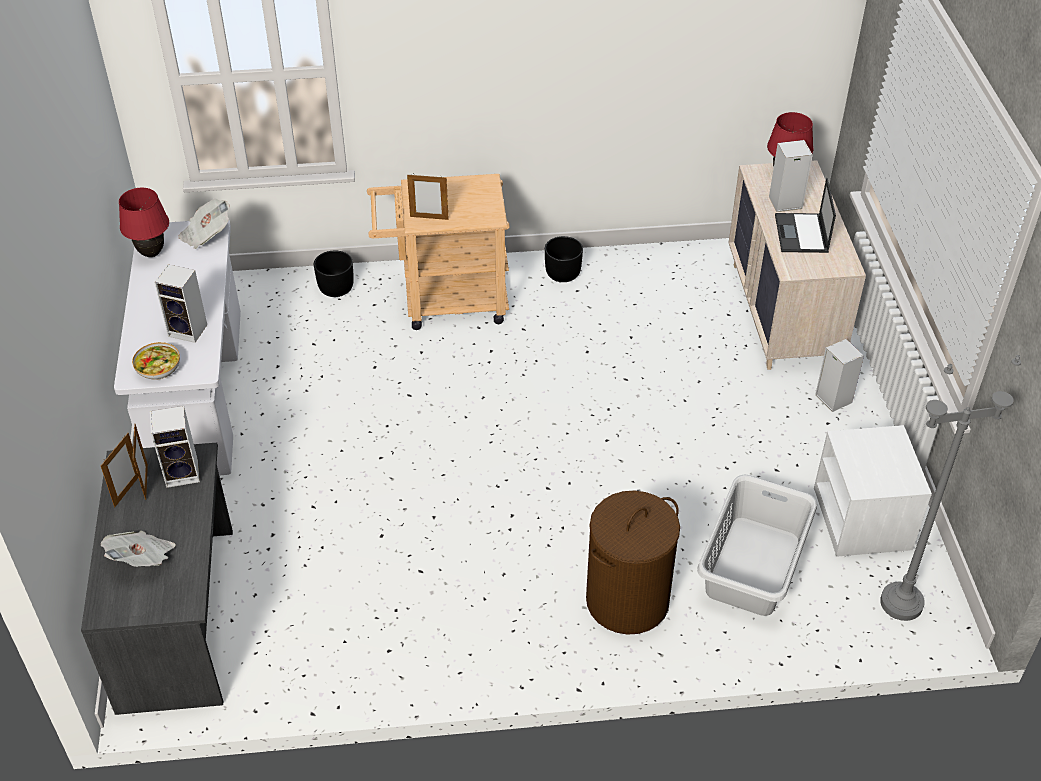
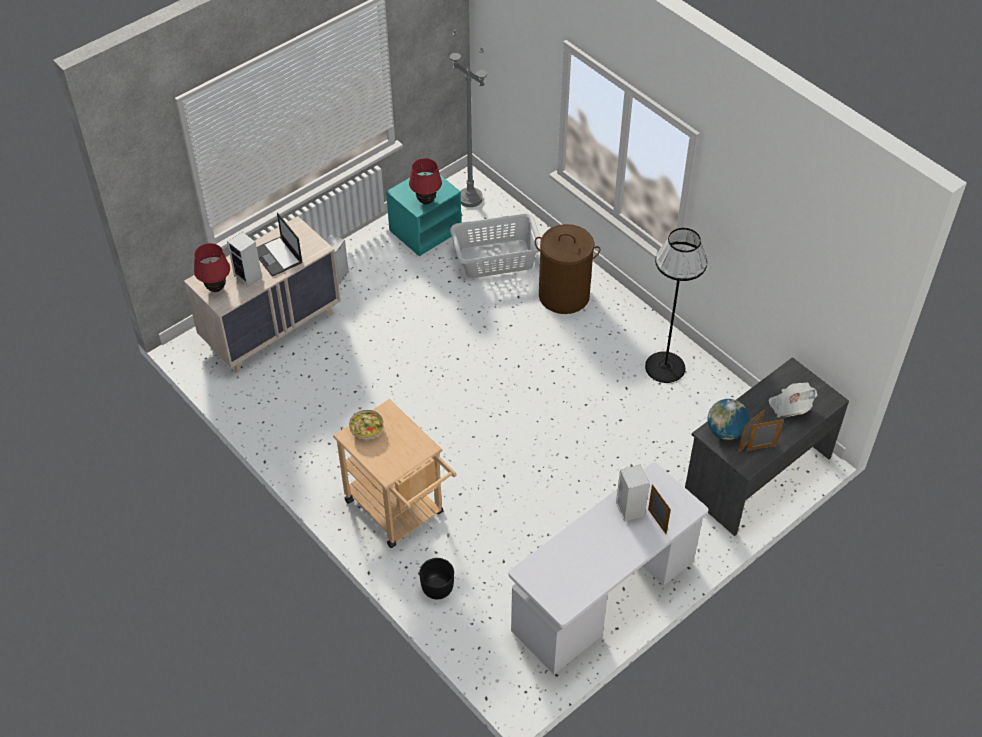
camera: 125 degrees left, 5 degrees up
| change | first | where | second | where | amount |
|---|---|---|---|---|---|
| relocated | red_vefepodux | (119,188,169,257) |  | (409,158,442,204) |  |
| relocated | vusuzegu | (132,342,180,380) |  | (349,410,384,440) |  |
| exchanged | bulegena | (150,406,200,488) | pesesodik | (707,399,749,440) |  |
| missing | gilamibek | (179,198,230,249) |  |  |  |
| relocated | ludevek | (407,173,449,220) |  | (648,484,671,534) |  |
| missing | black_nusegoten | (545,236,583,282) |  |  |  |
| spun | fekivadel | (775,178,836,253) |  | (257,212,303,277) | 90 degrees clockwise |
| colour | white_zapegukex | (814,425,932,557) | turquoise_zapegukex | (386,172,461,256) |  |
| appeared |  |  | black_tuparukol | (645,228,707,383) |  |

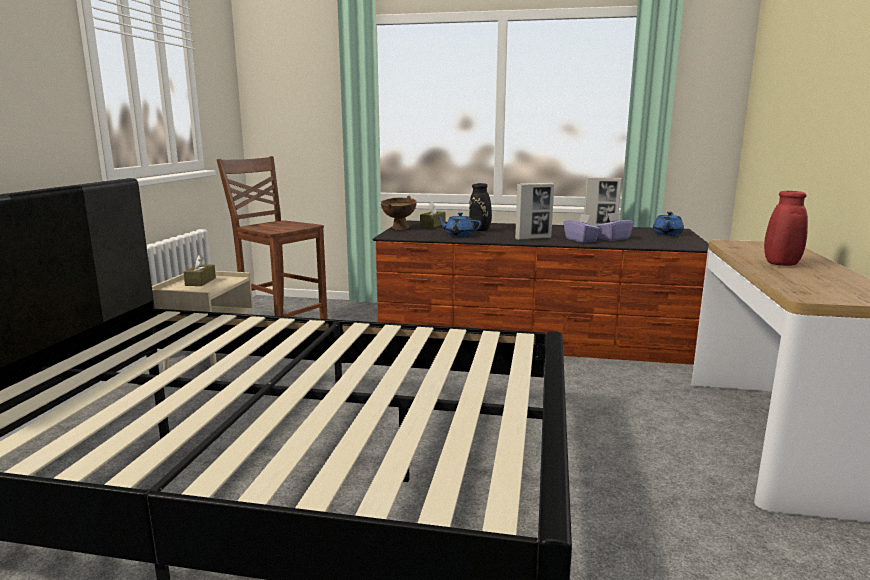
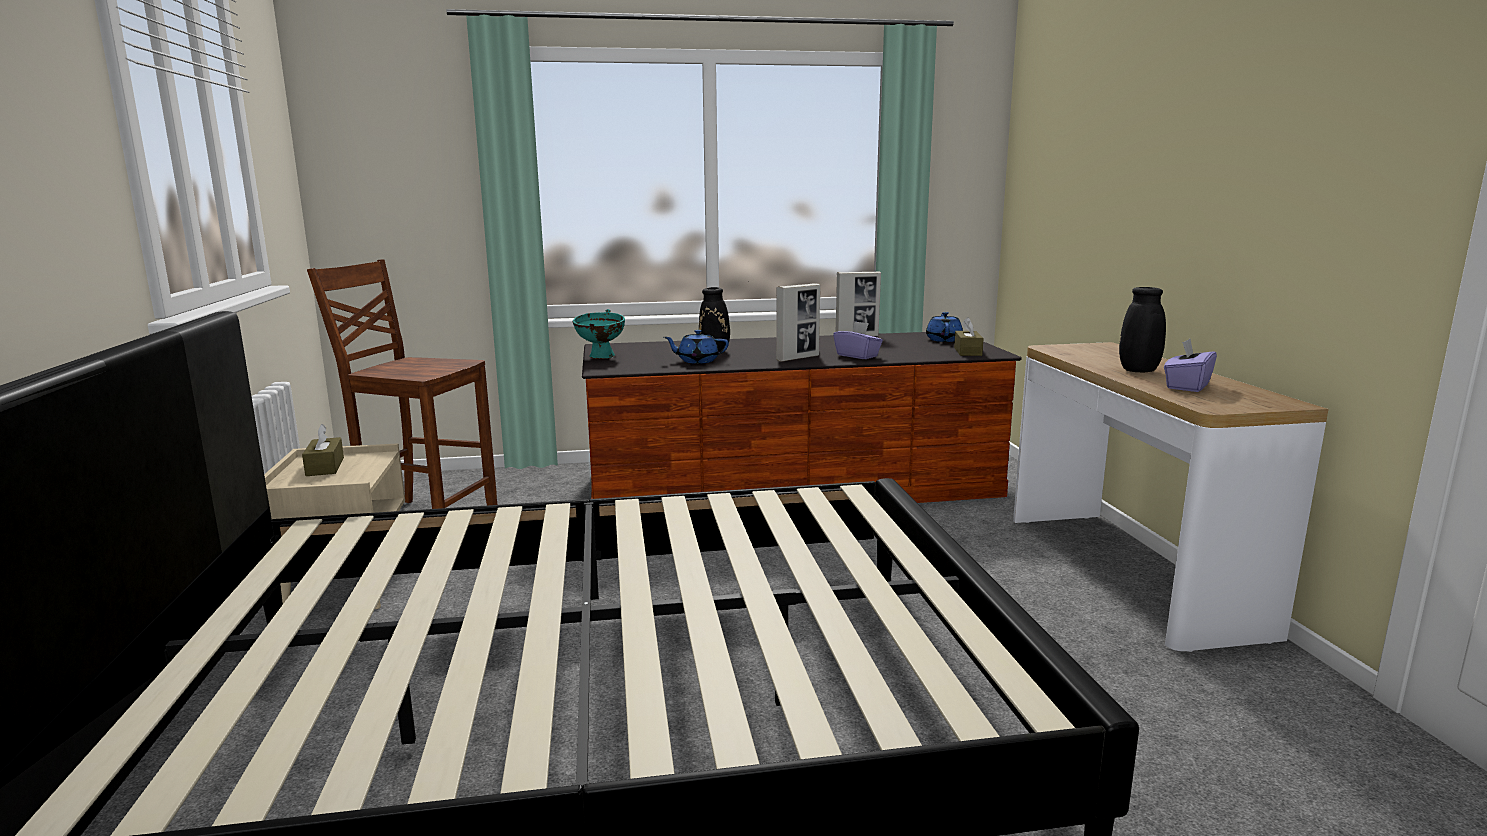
camera: 20 degrees left, 0 degrees up
| change | first | where | second | where | amount |
|---|---|---|---|---|---|
| colour | brown_vusuzegu | (381,196,417,230) | turquoise_vusuzegu | (573,309,625,359) |  |
| relocated | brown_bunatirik | (420,201,445,228) |  | (954,317,983,356) |  |
| relocated | purple_bunatirik | (596,212,634,241) |  | (1164,339,1217,392) |  |
| colour | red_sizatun | (764,191,808,266) | black_sizatun | (1119,287,1166,372) |  |

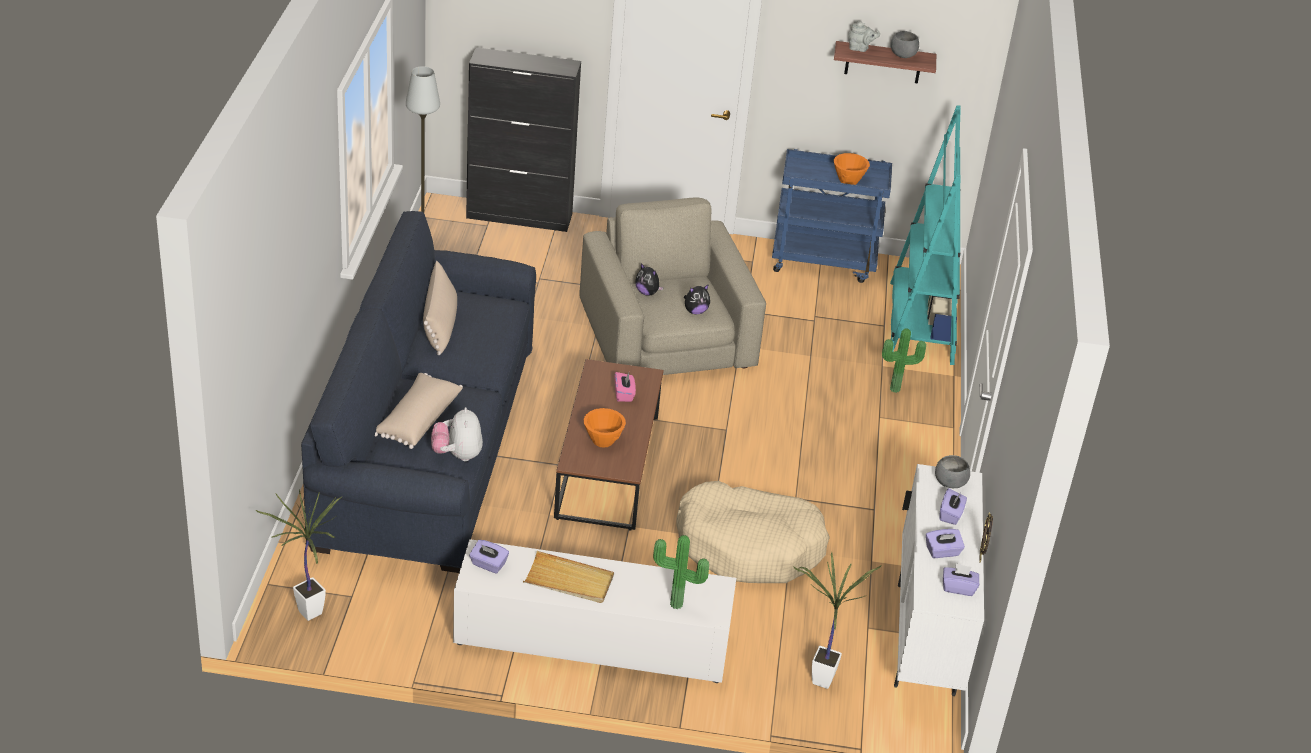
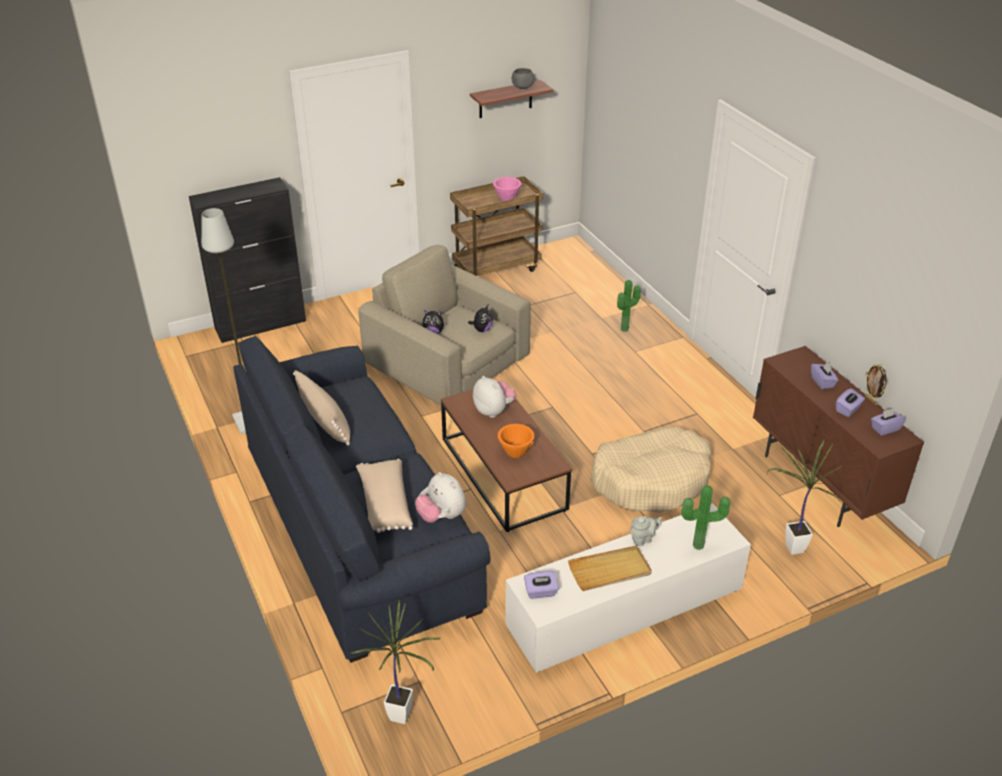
camera: 30 degrees left, 0 degrees up
| change | first | where | second | where | amount |
|---|---|---|---|---|---|
| exchanged | pink_bunatirik | (615,372,636,402) | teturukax | (473,376,516,418) |  |
| colour | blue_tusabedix | (772,149,892,283) | brown_tusabedix | (450,176,543,276) |  |
| colour | orange_vusuzegu | (834,153,870,185) | pink_vusuzegu | (493,177,521,201) |  |
| relocated | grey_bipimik | (848,21,880,52) |  | (631,516,662,546) |  |
| missing | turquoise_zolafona | (890,105,961,365) |  |  |  |
| colour | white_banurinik | (894,464,984,696) | brown_banurinik | (753,346,924,527) |  |
| missing | grey_vusuzegu | (935,455,970,488) |  |  |  |

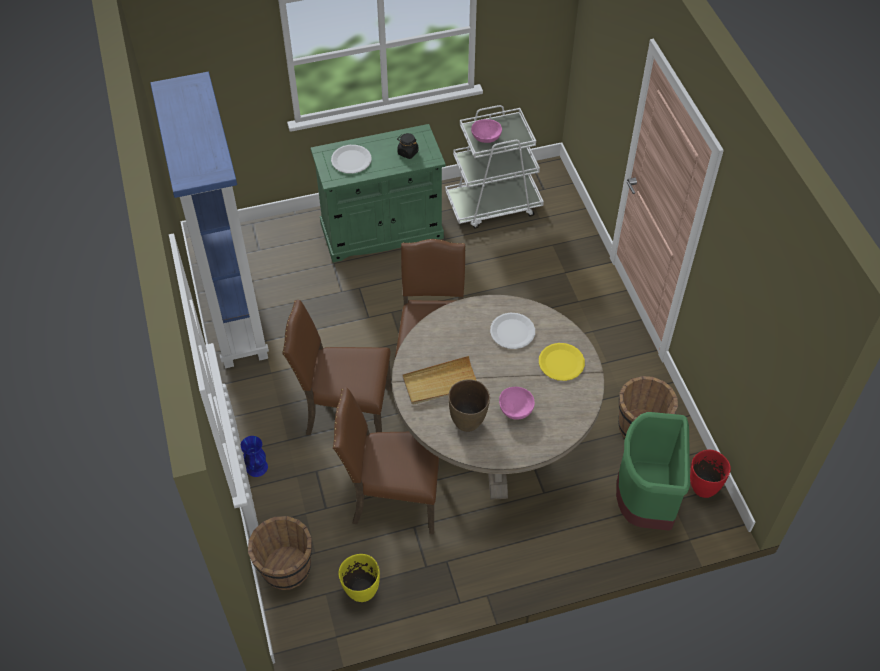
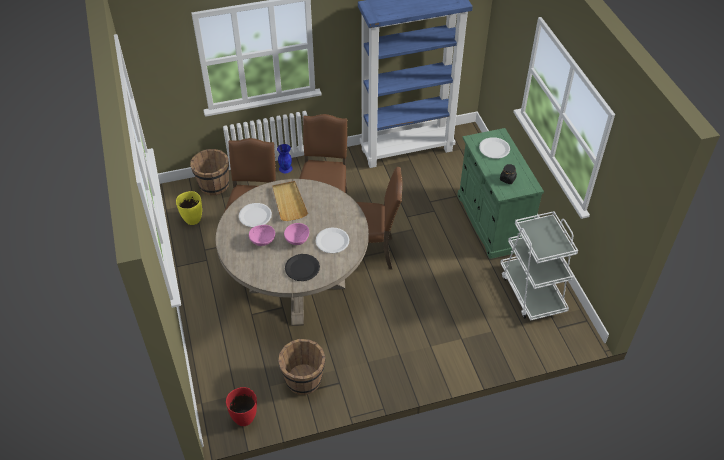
camera: 90 degrees right, 5 degrees down
| change | first | where | second | where | amount |
|---|---|---|---|---|---|
| exchanged | brown_sizatun | (448,379,490,432) | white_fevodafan | (239,203,272,227) |  |
| relocated | pink_vusuzegu | (471,119,502,143) |  | (284,223,309,245) |  |
| colour | yellow_fevodafan | (539,343,585,381) | black_fevodafan | (285,254,320,281) |  |
| missing | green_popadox | (616,412,690,531) |  |  |  |

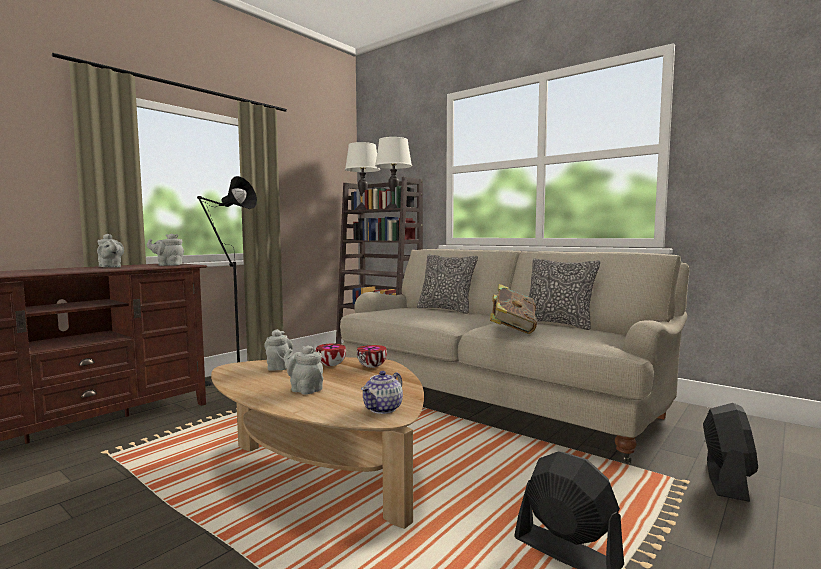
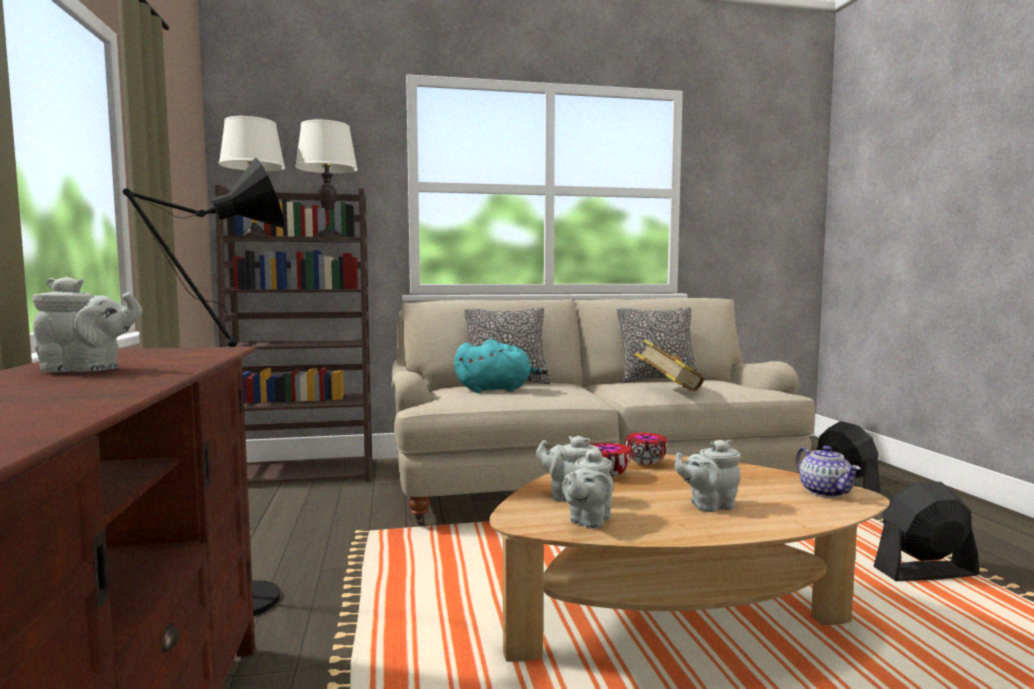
camera: 50 degrees left, 0 degrees up
| change | first | where | second | where | amount |
|---|---|---|---|---|---|
| relocated | grey_bipimik | (147,234,184,266) |  | (562,447,614,529) |  |
| appeared |  |  | turquoise_teturukax | (454,339,548,393) |  |

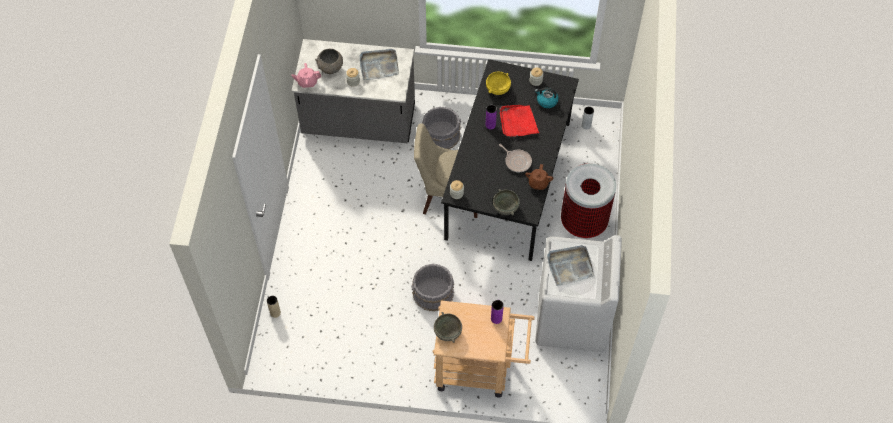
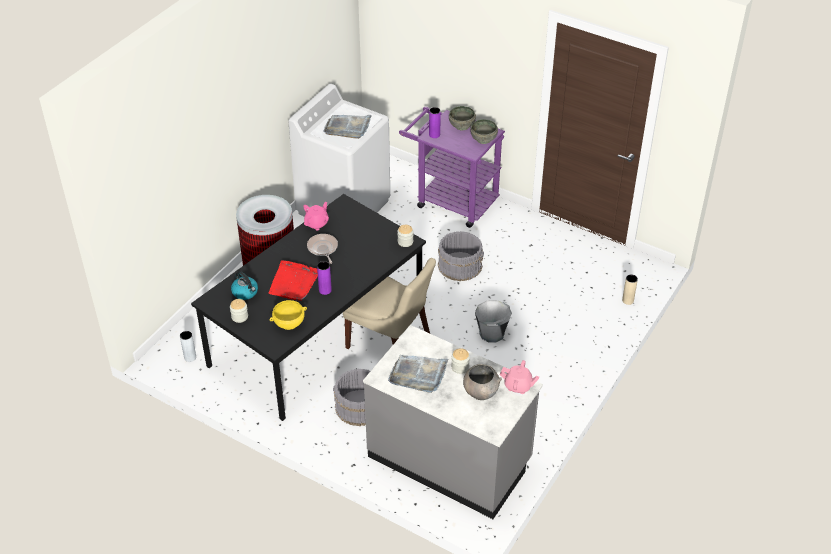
camera: 155 degrees left, 15 degrees down
| change | first | where | second | where | amount |
|---|---|---|---|---|---|
| colour | beige_tusabedix | (433,301,535,398) | purple_tusabedix | (399,107,505,228) |  |
| relocated | grey_vusuzegu | (493,189,519,215) |  | (449,106,476,130) |  |
| colour | brown_bipimik | (525,164,554,190) | pink_bipimik | (303,202,329,230) |  |
| appeared |  |  | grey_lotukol | (475,300,512,342) |  |

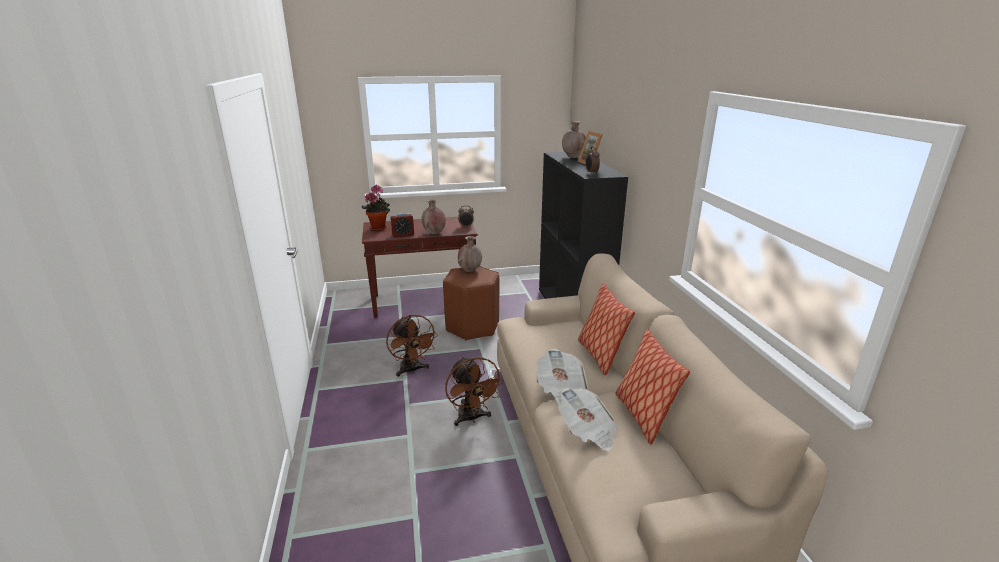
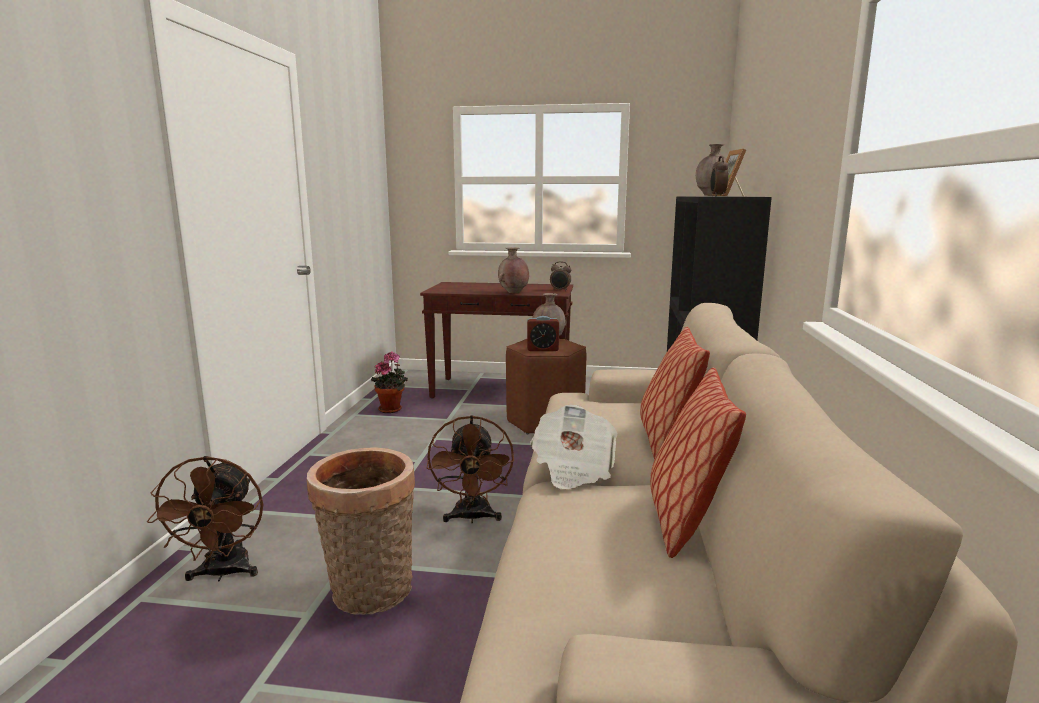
camera: 20 degrees right, 10 degrees down
| change | first | where | second | where | amount |
|---|---|---|---|---|---|
| relocated | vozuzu | (362,185,390,231) |  | (371,352,408,413) |  |
| relocated | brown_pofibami | (386,315,438,377) |  | (147,456,263,581) |  |
| relocated | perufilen | (390,213,414,238) |  | (527,316,559,351) |  |
| missing | gilamibek | (558,388,618,451) |  |  |  |
| appeared |  |  | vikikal | (307,447,415,615) |  |

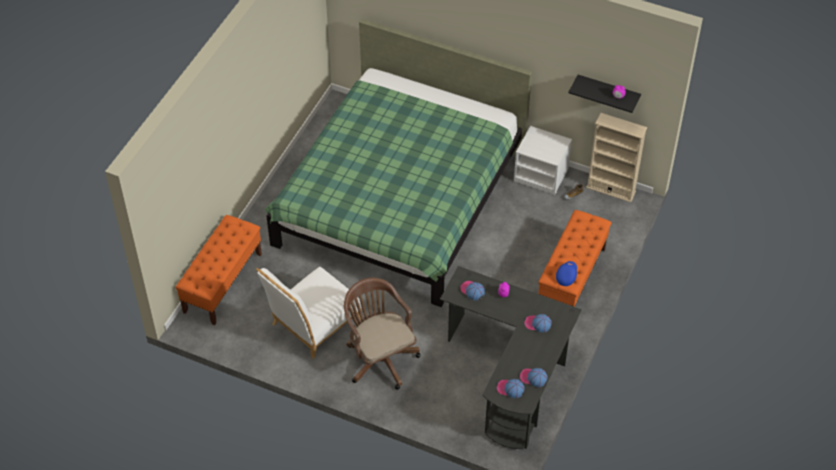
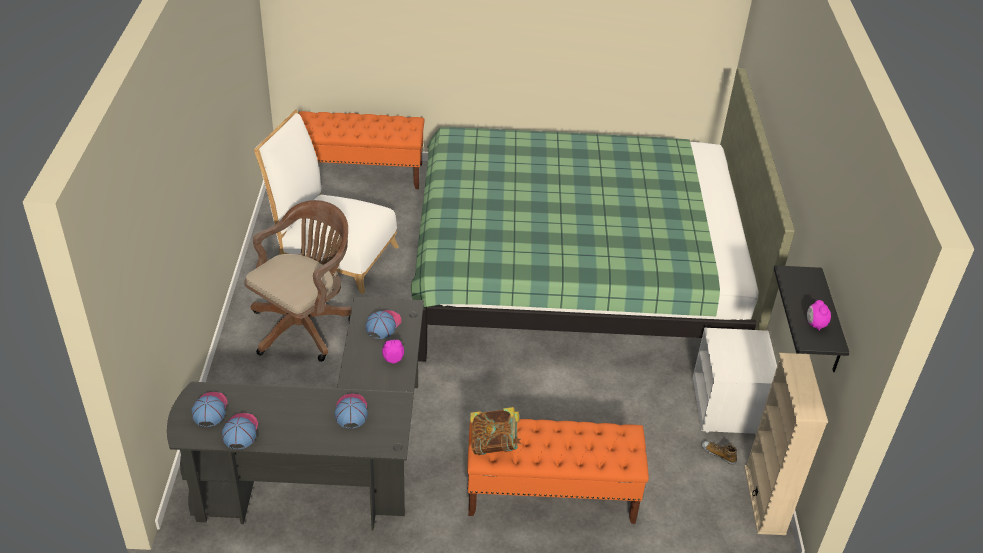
camera: 65 degrees right, 10 degrees down
| change | first | where | second | where | amount |
|---|---|---|---|---|---|
| exchanged | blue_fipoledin | (556,261,577,286) | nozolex | (470,407,521,455) |  |

